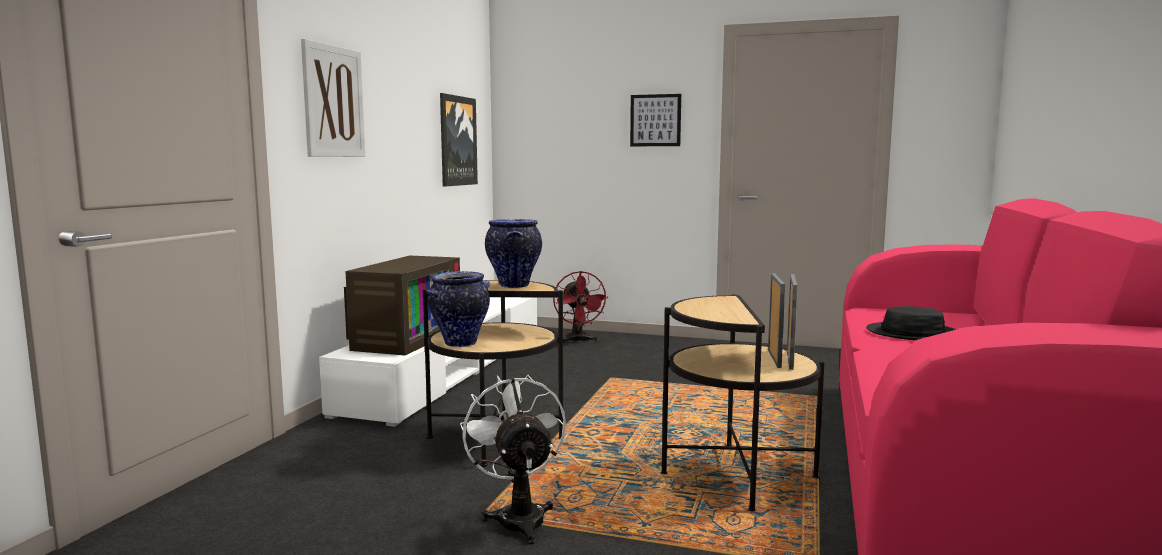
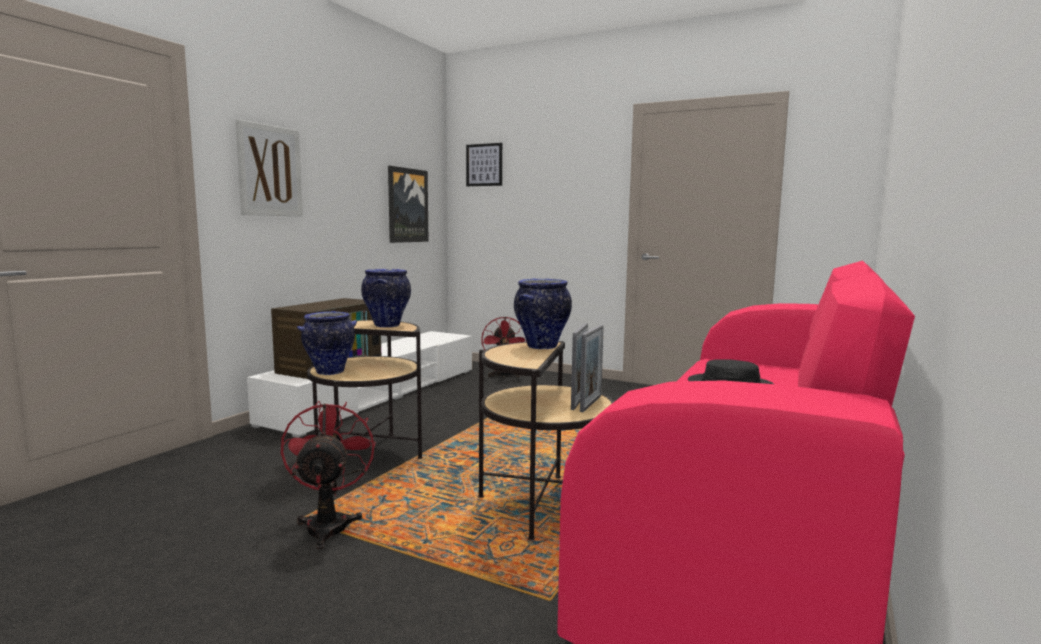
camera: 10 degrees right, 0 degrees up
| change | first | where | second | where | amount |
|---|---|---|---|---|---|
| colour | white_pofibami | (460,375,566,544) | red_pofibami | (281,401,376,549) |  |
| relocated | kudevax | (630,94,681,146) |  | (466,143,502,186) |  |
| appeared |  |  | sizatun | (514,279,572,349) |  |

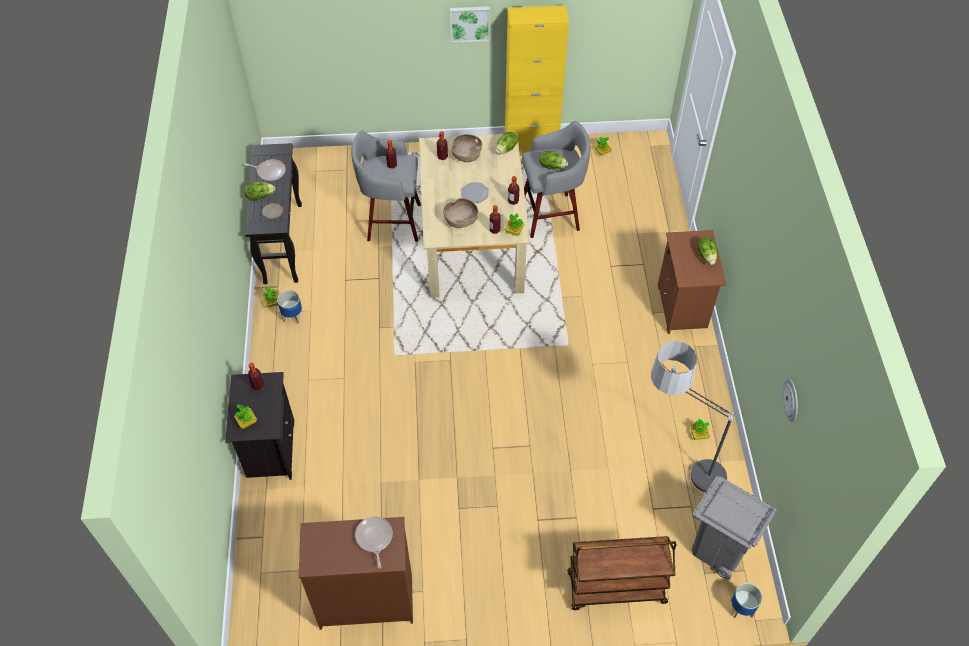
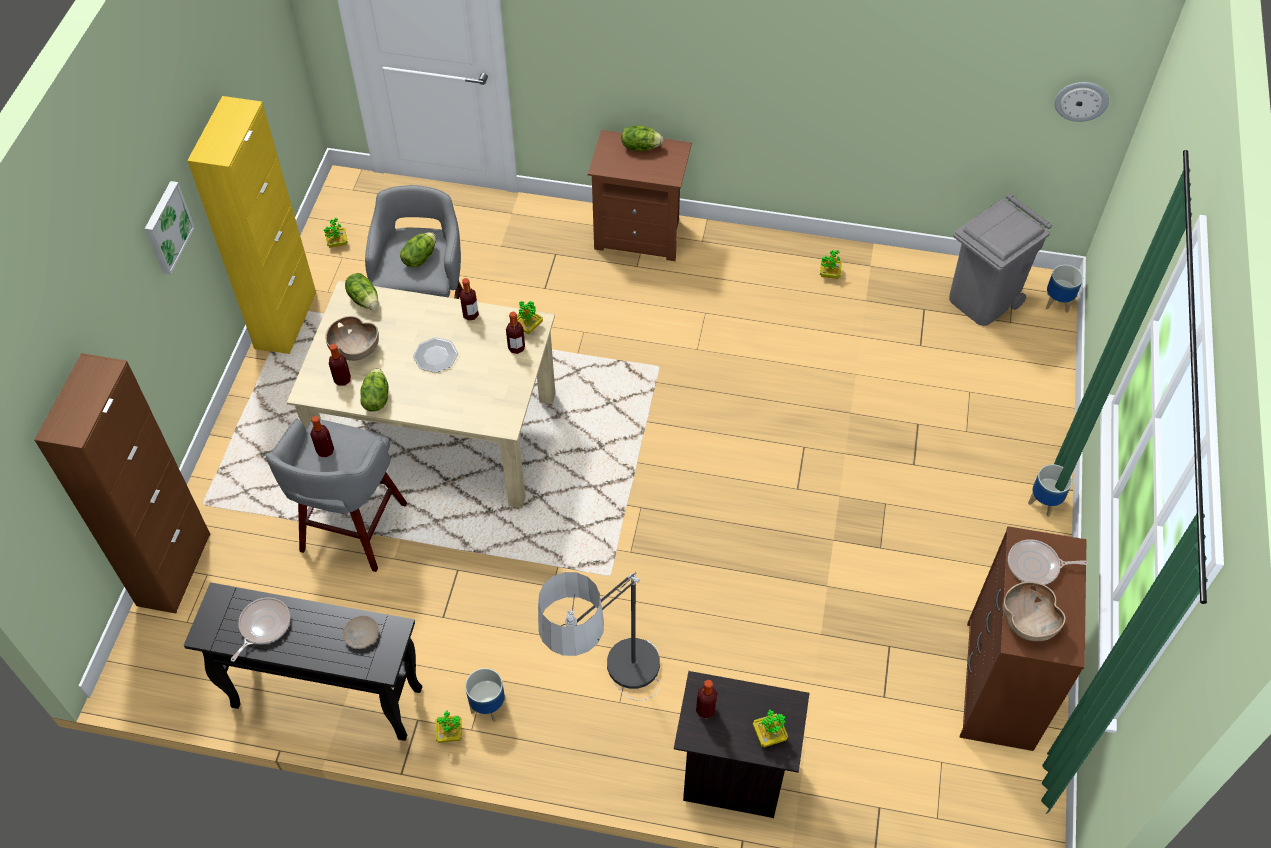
camera: 75 degrees left, 0 degrees up
| change | first | where | second | where | amount |
|---|---|---|---|---|---|
| relocated | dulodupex | (244,182,275,201) |  | (360,368,388,412) |  |
| relocated | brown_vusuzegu | (443,198,479,228) |  | (1002,582,1066,641) |  |
| missing | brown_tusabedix | (567,536,676,610) |  |  |  |
| relocated | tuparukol | (651,341,735,497) |  | (538,572,660,701) |  |
| relocated | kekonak | (783,378,798,422) |  | (1055,82,1109,122) |  |
| appeared |  |  | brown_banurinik | (34,353,211,613) |  |
| appeared |  |  | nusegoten | (1028,464,1073,517) |  |

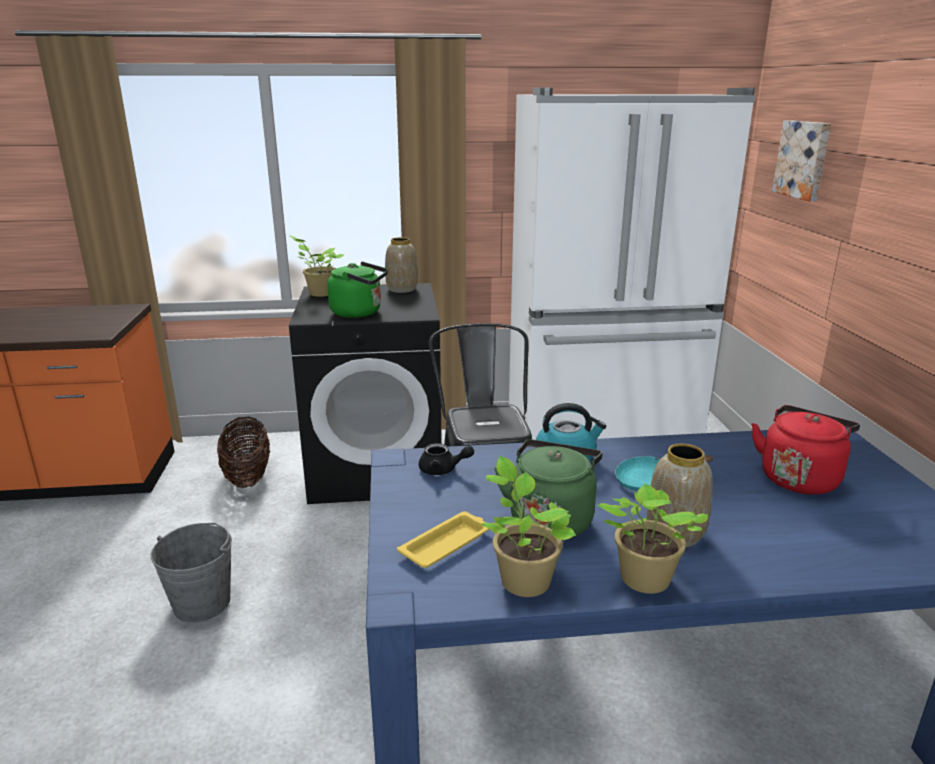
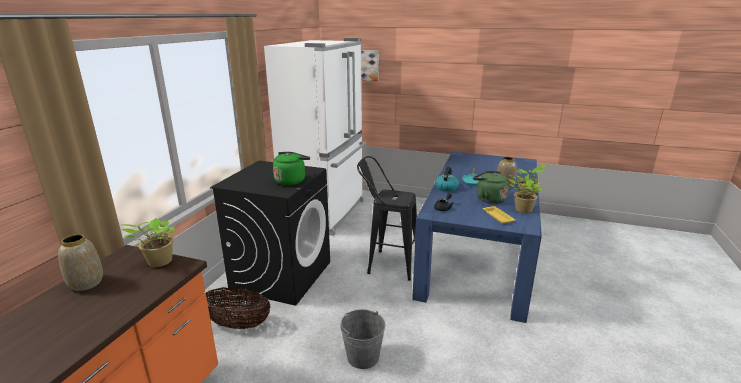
camera: 65 degrees left, 0 degrees up
| change | first | where | second | where | amount |
|---|---|---|---|---|---|
| relocated | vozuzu | (289,235,345,297) |  | (121,218,175,267) |  |
| relocated | sizatun | (385,237,418,293) |  | (58,234,103,291) |  |
| missing | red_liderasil | (751,405,860,495) |  |  |  |

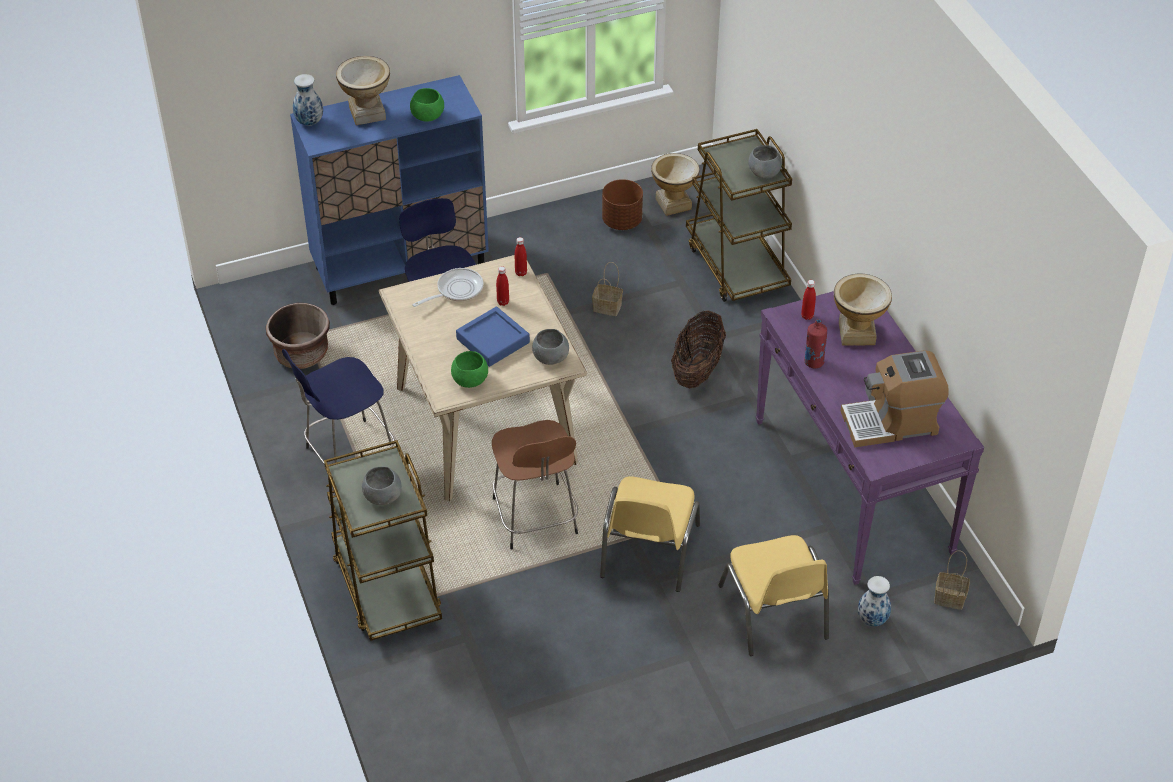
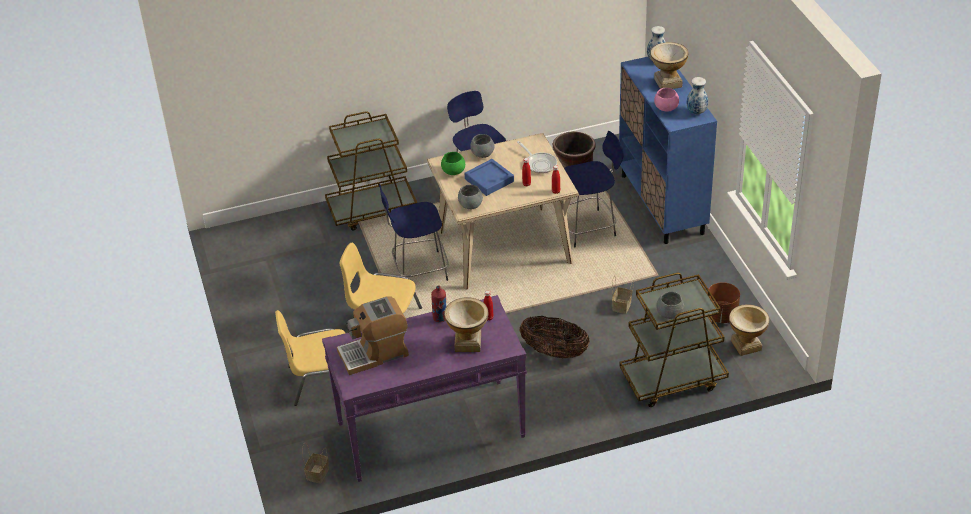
camera: 95 degrees right, 5 degrees down
| change | first | where | second | where | amount |
|---|---|---|---|---|---|
| relocated | grey_vusuzegu | (362,467,402,505) |  | (470,134,494,158) |  |
| colour | green_vusuzegu | (410,88,444,122) | pink_vusuzegu | (654,88,679,111) |  |
| colour | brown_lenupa | (492,420,578,550) | blue_lenupa | (379,184,448,281) |  |
| spun | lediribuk | (841,350,949,447) |  | (337,297,409,375) | 105 degrees counterclockwise |
| relocated | sizatun | (858,576,891,626) |  | (686,77,708,115) |  |

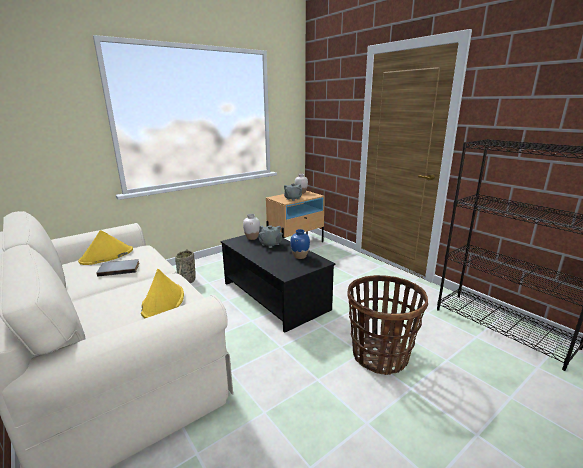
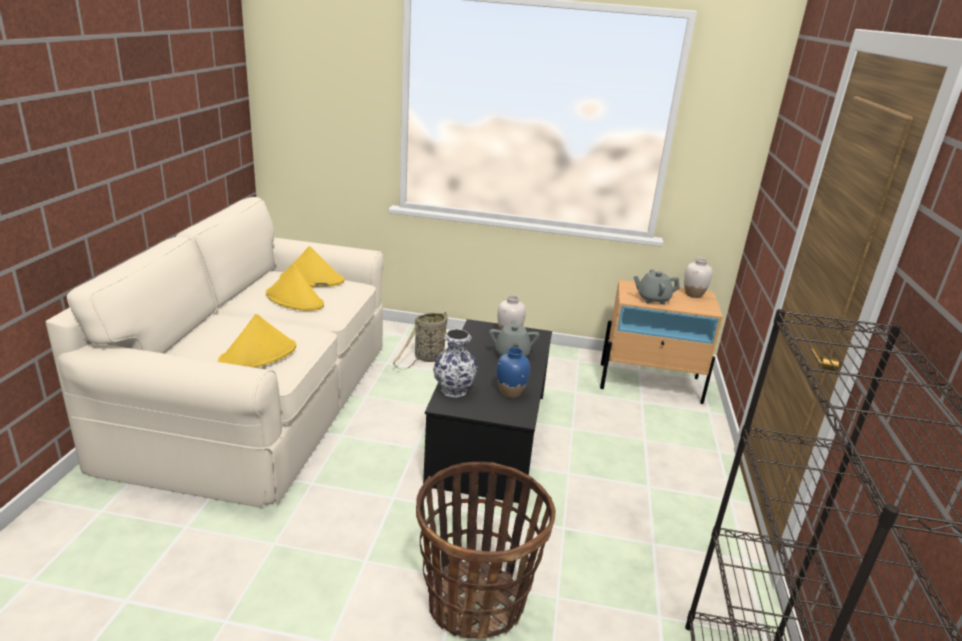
camera: 45 degrees right, 5 degrees up
| change | first | where | second | where | amount |
|---|---|---|---|---|---|
| exchanged | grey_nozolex | (97,259,139,277) | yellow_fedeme | (265,264,324,311) |  |
| appeared |  |  | sizatun | (433,329,478,398) |  |

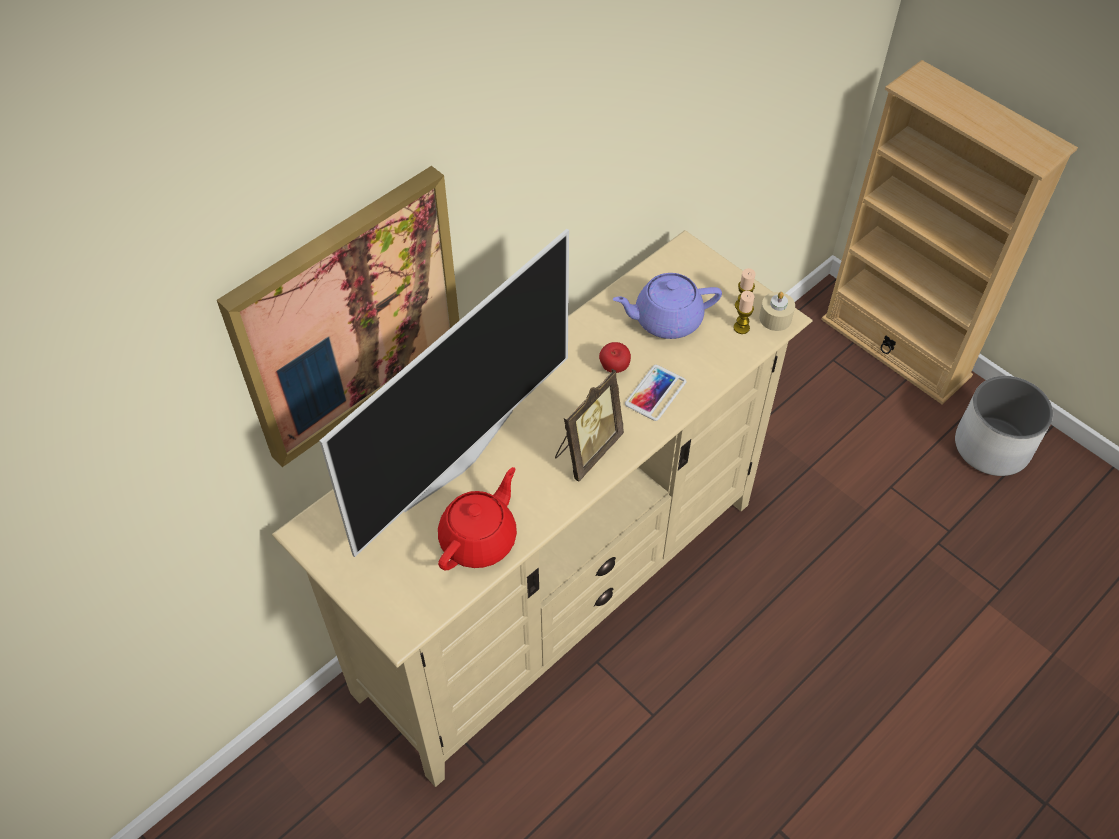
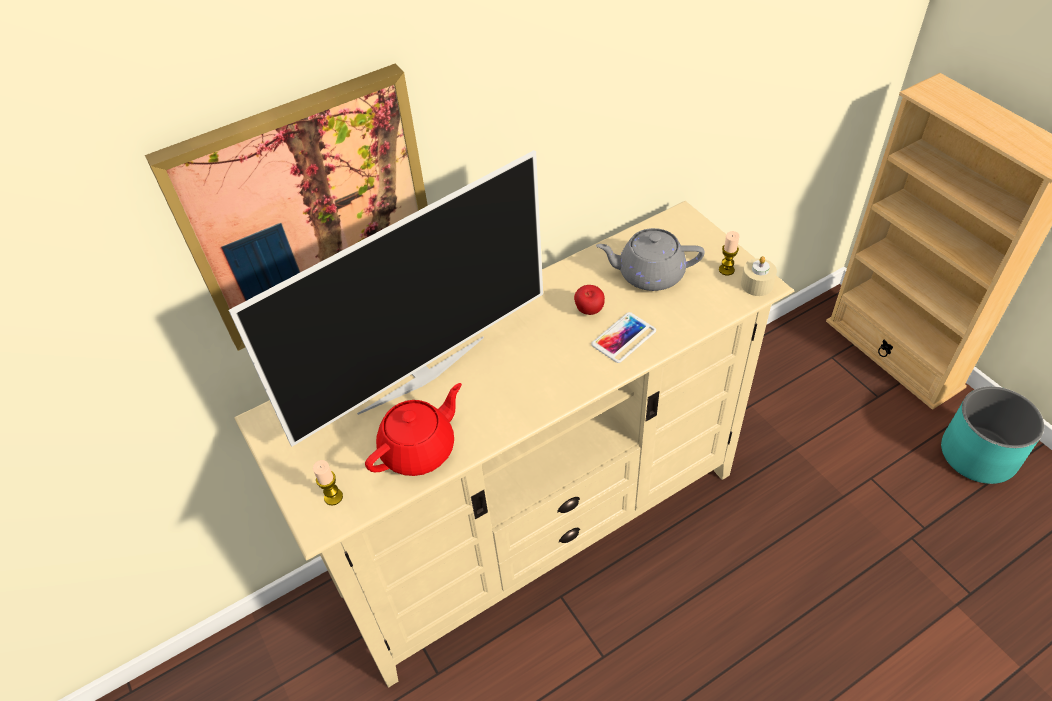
camera: 15 degrees right, 5 degrees down
| change | first | where | second | where | amount |
|---|---|---|---|---|---|
| missing | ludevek | (555,369,624,481) |  |  |  |
| colour | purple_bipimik | (613,273,722,339) | grey_bipimik | (596,228,705,291) |  |
| relocated | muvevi | (734,291,755,334) |  | (313,460,343,506) |  |
| colour | white_nusegoten | (955,376,1053,476) | turquoise_nusegoten | (941,386,1044,484) |  |

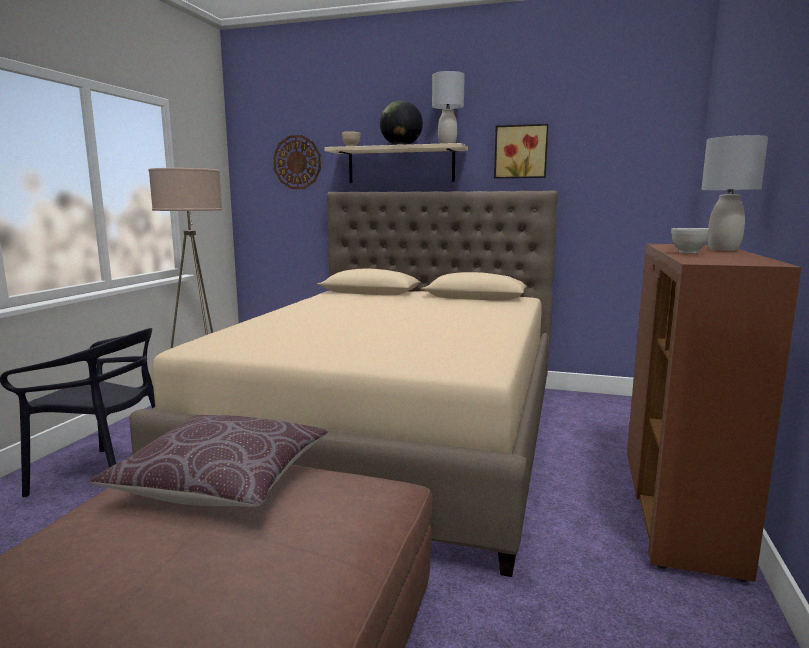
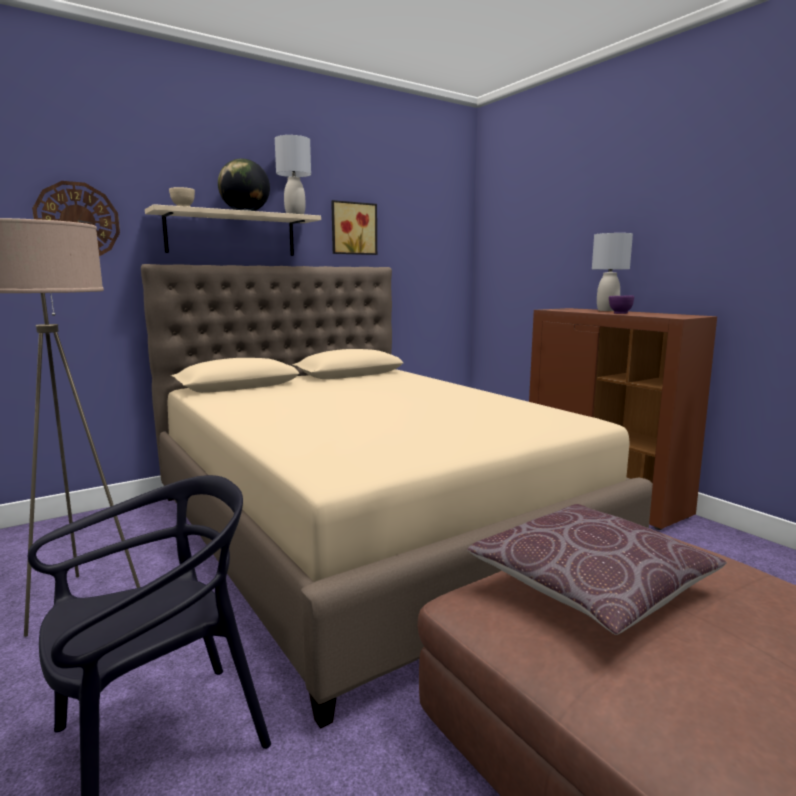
camera: 50 degrees left, 0 degrees up
| change | first | where | second | where | amount |
|---|---|---|---|---|---|
| colour | white_vusuzegu | (671,228,710,254) | purple_vusuzegu | (609,296,634,314) |  |

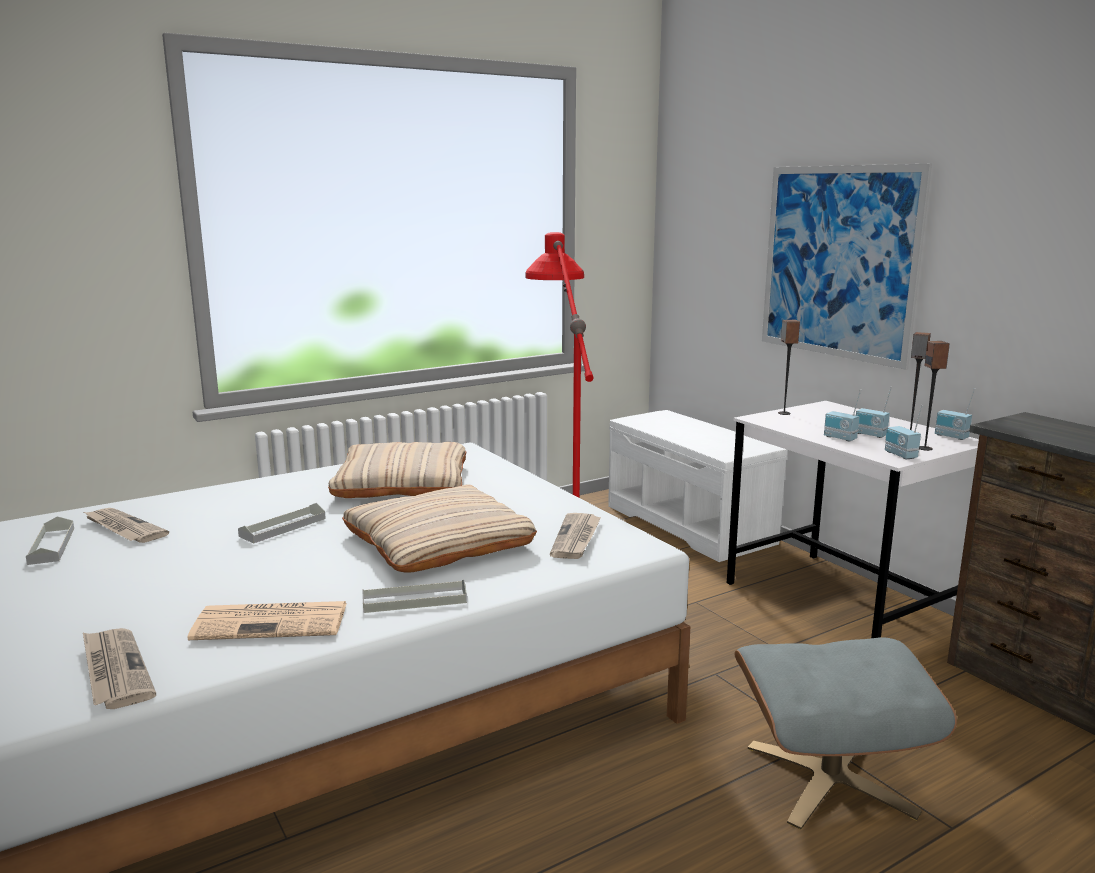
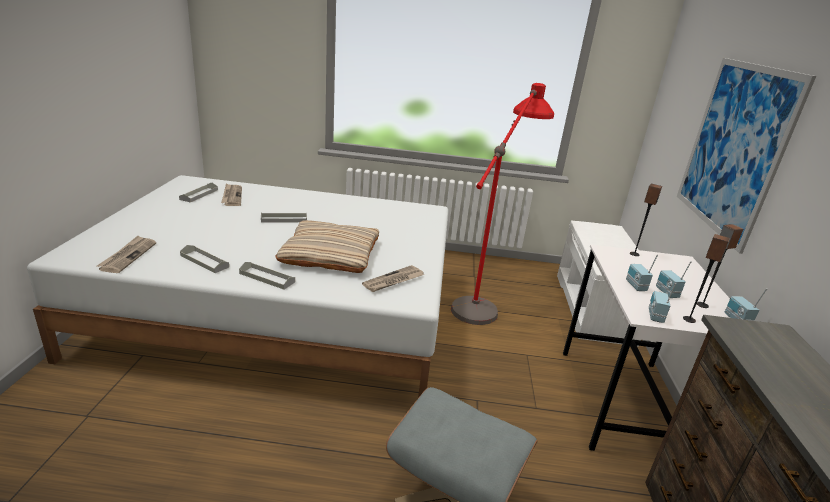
camera: 35 degrees right, 10 degrees up
| change | first | where | second | where | amount |
|---|---|---|---|---|---|
| exchanged | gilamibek | (187,601,347,640) | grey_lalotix | (180,245,229,273) |  |
| missing | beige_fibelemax | (328,442,466,498) |  |  |  |

